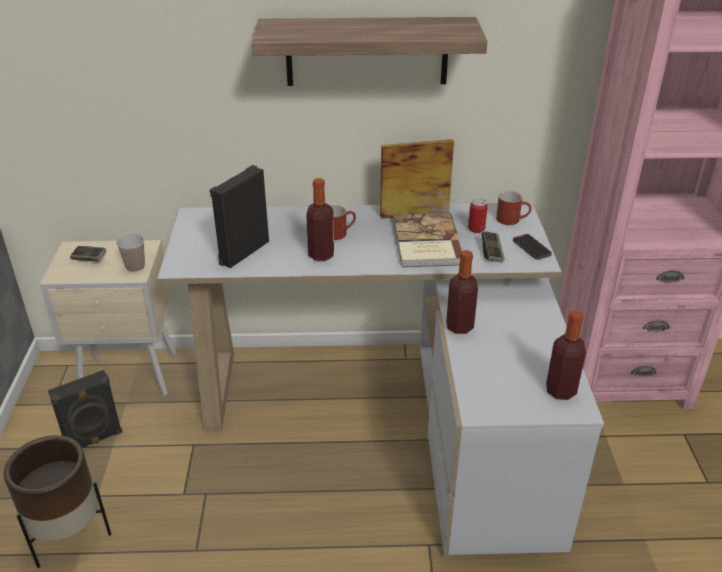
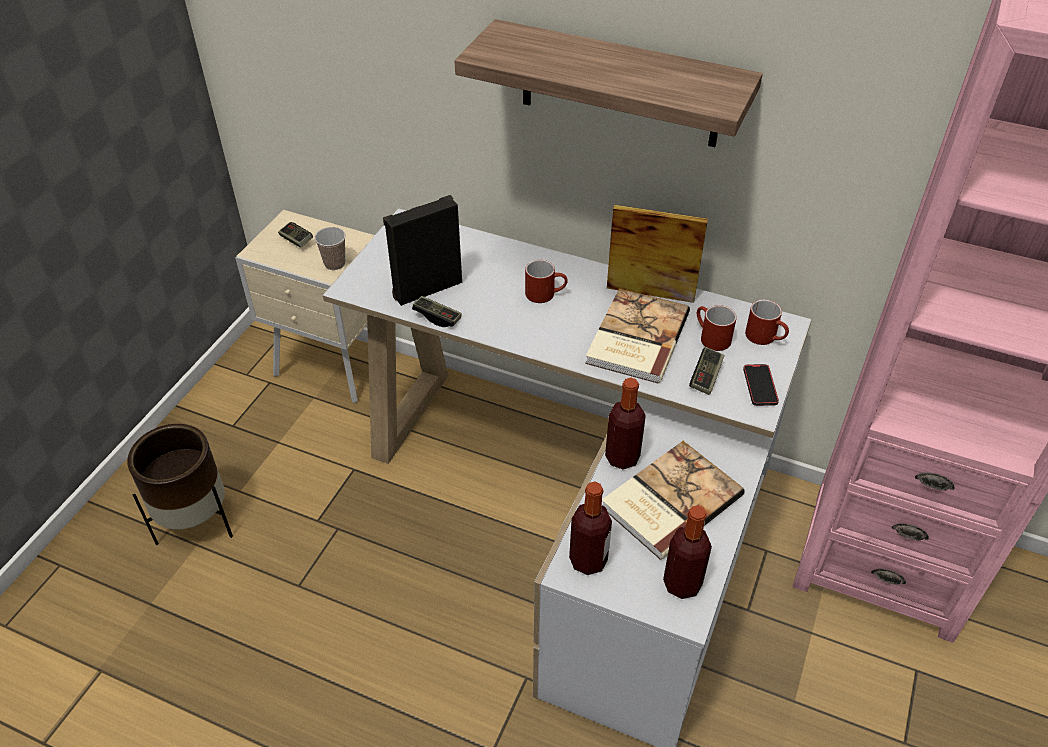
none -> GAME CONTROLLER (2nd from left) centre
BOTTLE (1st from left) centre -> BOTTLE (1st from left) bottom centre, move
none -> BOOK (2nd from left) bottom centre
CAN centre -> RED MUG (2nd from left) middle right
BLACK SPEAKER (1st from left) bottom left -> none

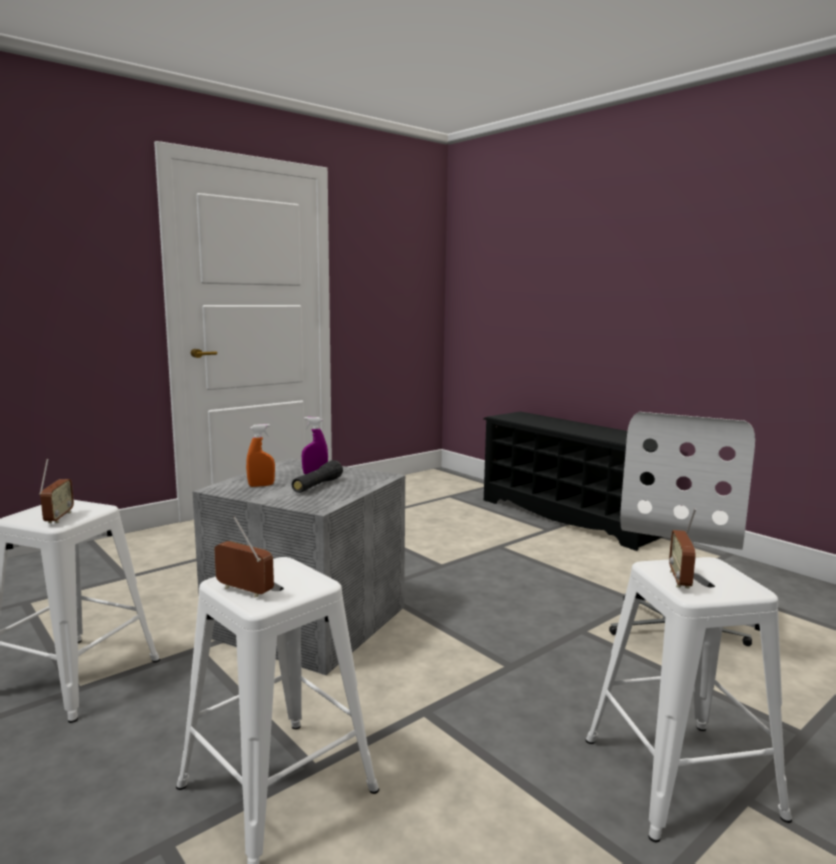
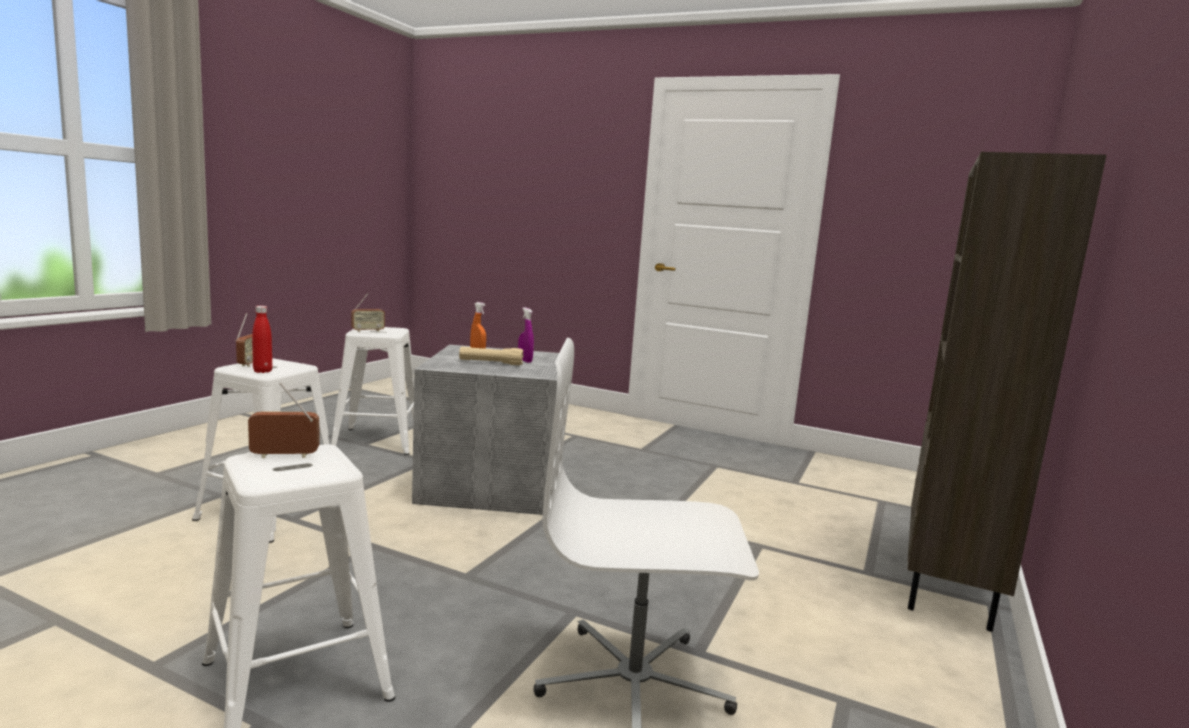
none -> RED BOTTLE middle left
BLACK FLASHLIGHT centre -> BEIGE FLASHLIGHT centre
BLACK SHOE RACK middle right -> BROWN BOOKCASE middle right

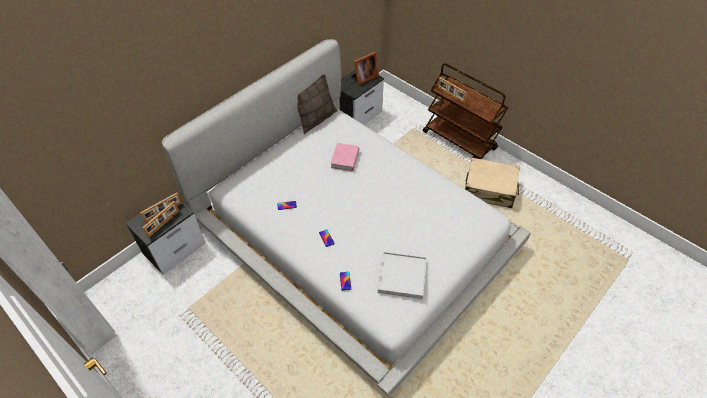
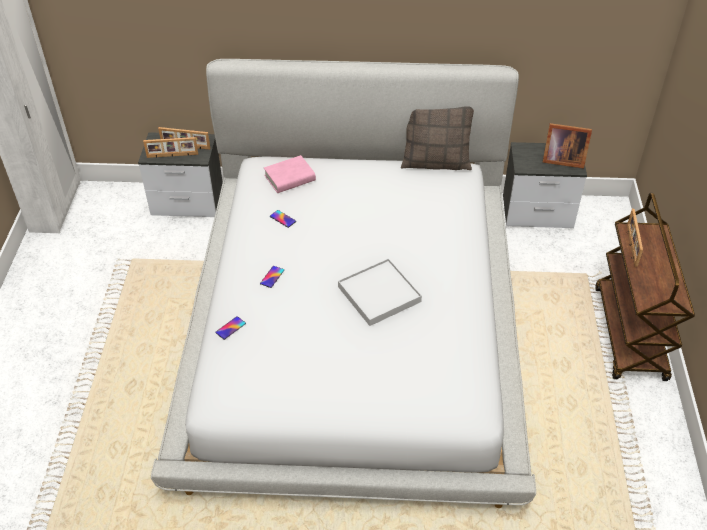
PINK BOOK centre -> PINK BOOK top centre, move
WHITE TRAY bottom centre -> WHITE TRAY centre, move
BEIGE SUITCASE middle right -> none

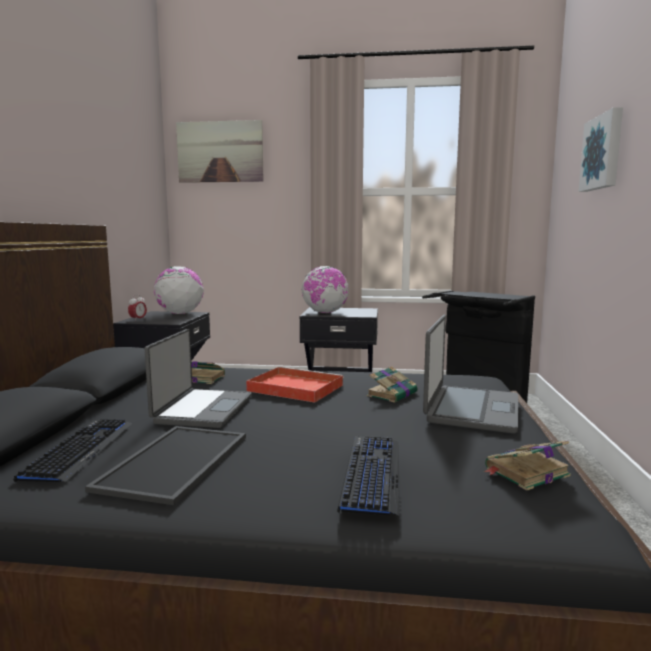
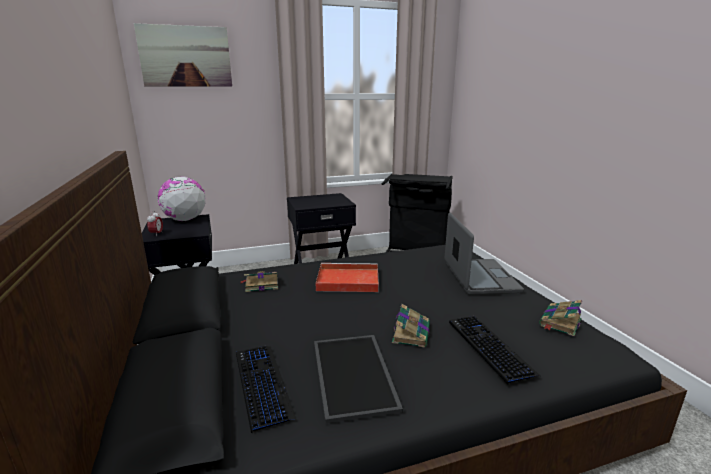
BOOK (2nd from left) centre -> BOOK (2nd from left) bottom centre, move
LAPTOP (1st from left) middle left -> none
GLOBE (2nd from left) centre -> none
PICTURE (2nd from left) top right -> none

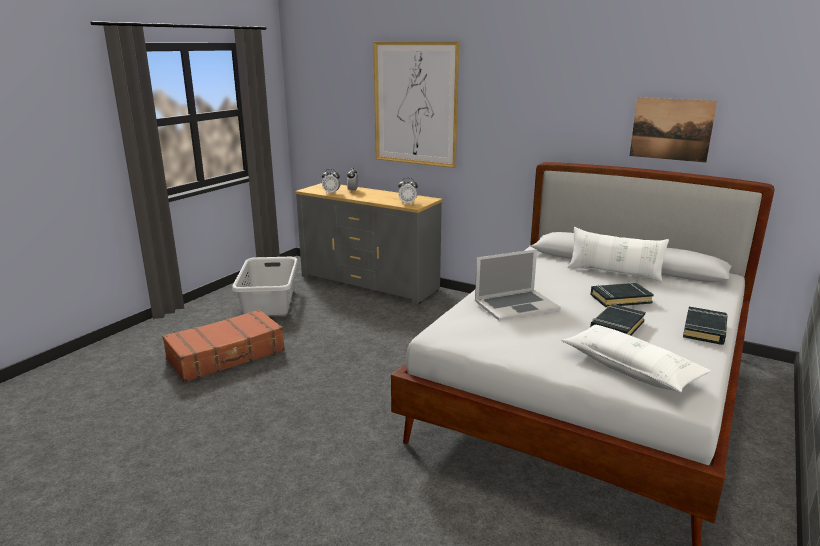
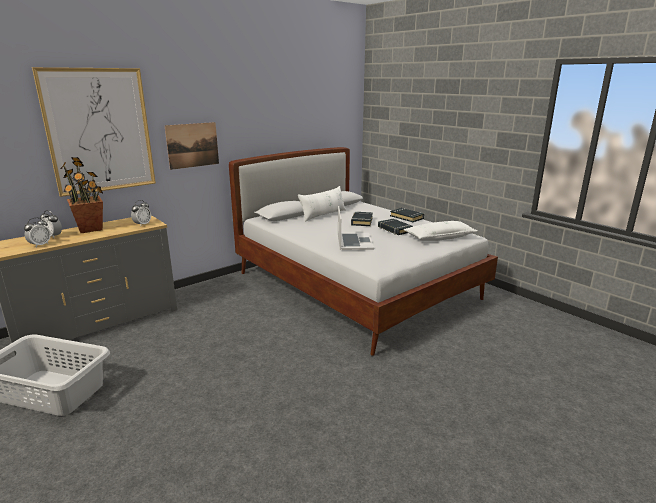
none -> POTTED PLANT middle left
PICTURE (2nd from left) top right -> PICTURE (2nd from left) top left, move
BROWN SUITCASE middle left -> none

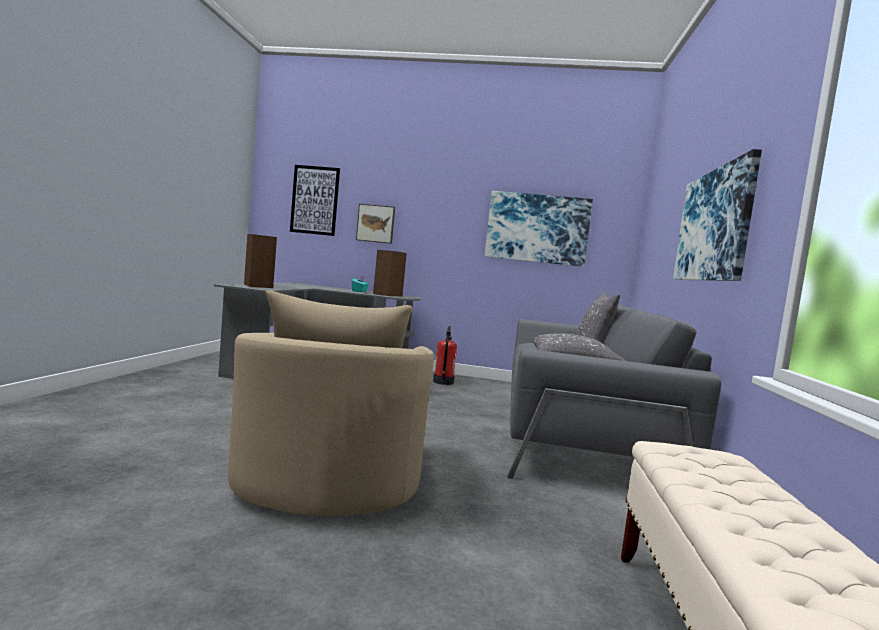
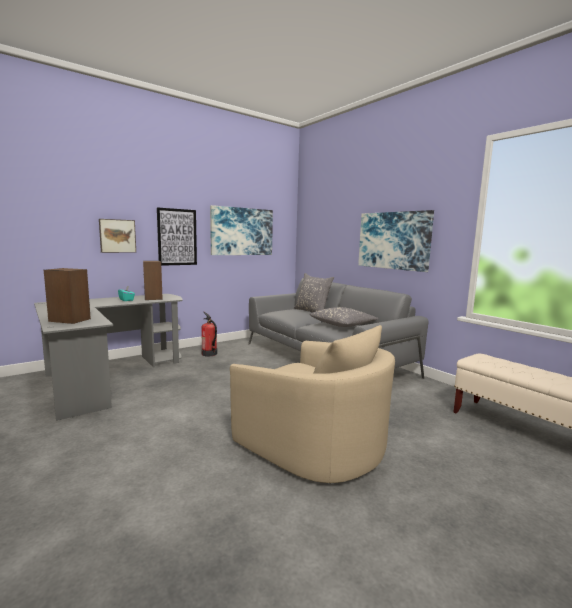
PICTURE (1st from left in the first image) top centre -> PICTURE (2nd from left) middle left, move

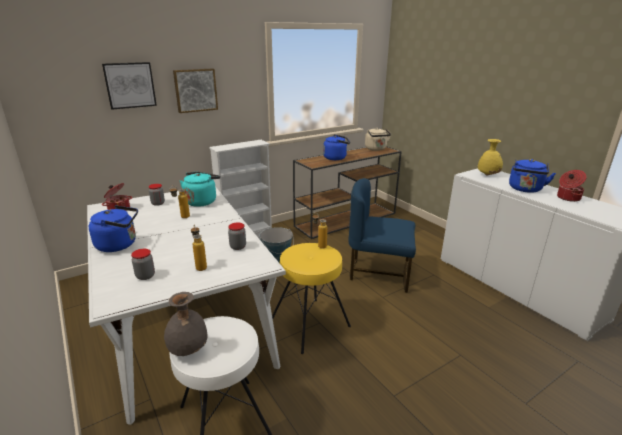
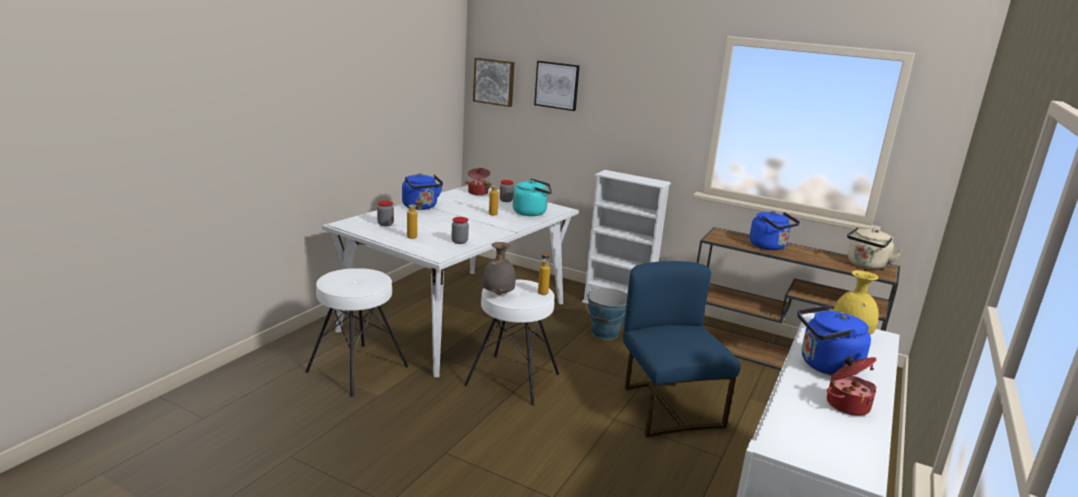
YELLOW STOOL bottom centre -> WHITE STOOL (2nd from left) bottom centre
PICTURE (2nd from left in the first image) top left -> PICTURE (1st from left) top centre, move
GREY VASE bottom left -> GREY VASE centre, move

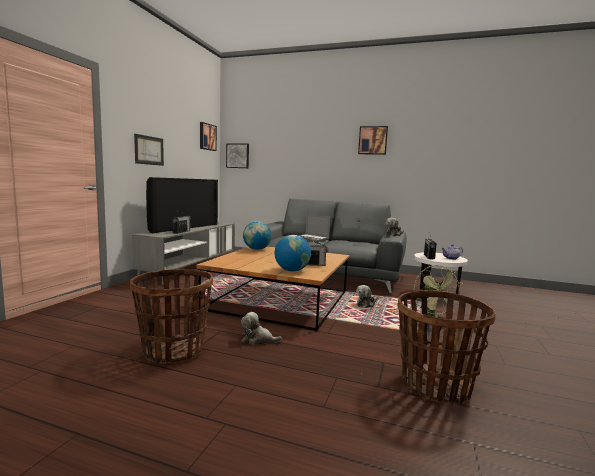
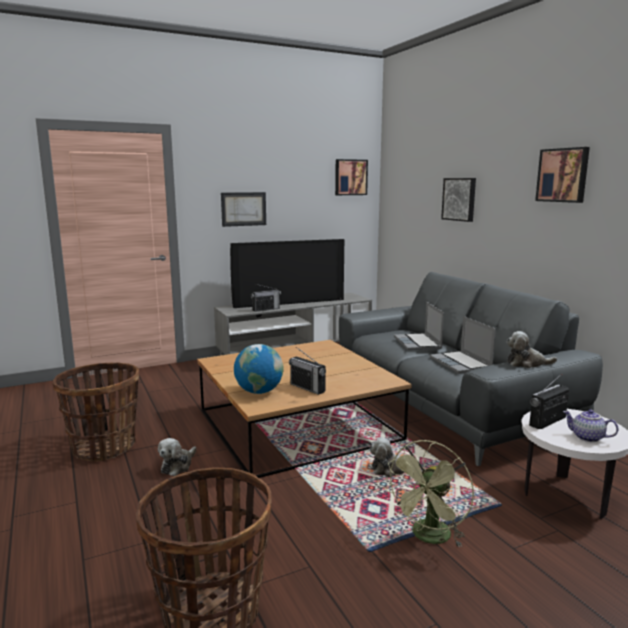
PLUSH TOY (1st from left) bottom centre -> PLUSH TOY (1st from left) bottom left, 120 degrees counterclockwise
none -> LAPTOP (2nd from left) middle right
PICTURE (3rd from left) top centre -> PICTURE (3rd from left) top right, move
GLOBE (1st from left) centre -> none

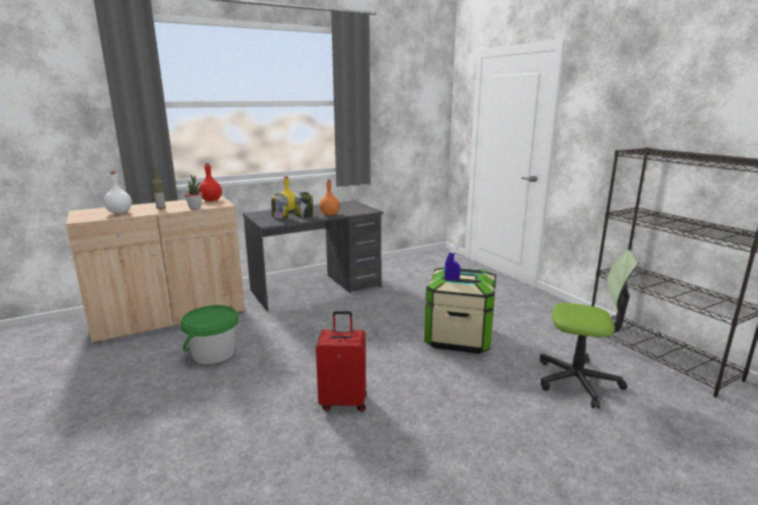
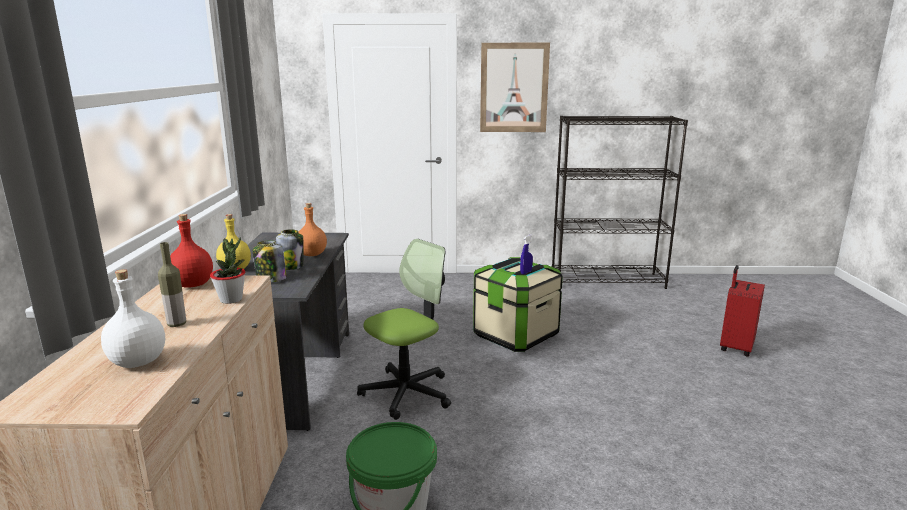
OFFICE CHAIR middle right -> OFFICE CHAIR centre, move
none -> PICTURE top centre
RED SUITCASE bottom centre -> RED SUITCASE middle right, move

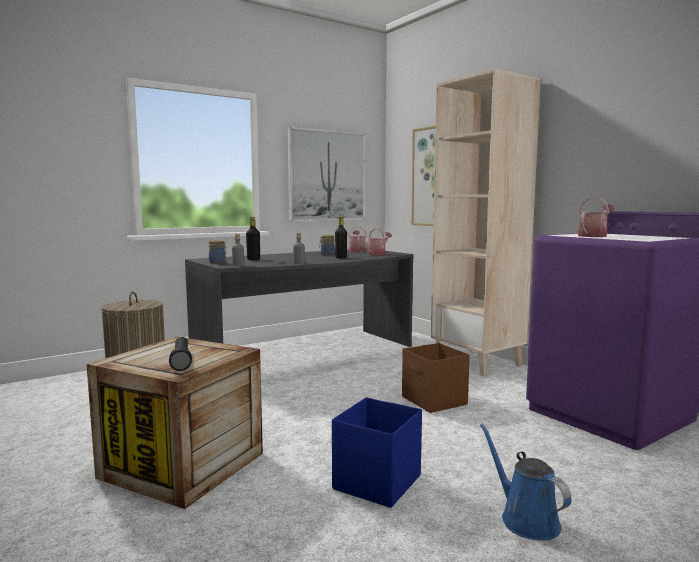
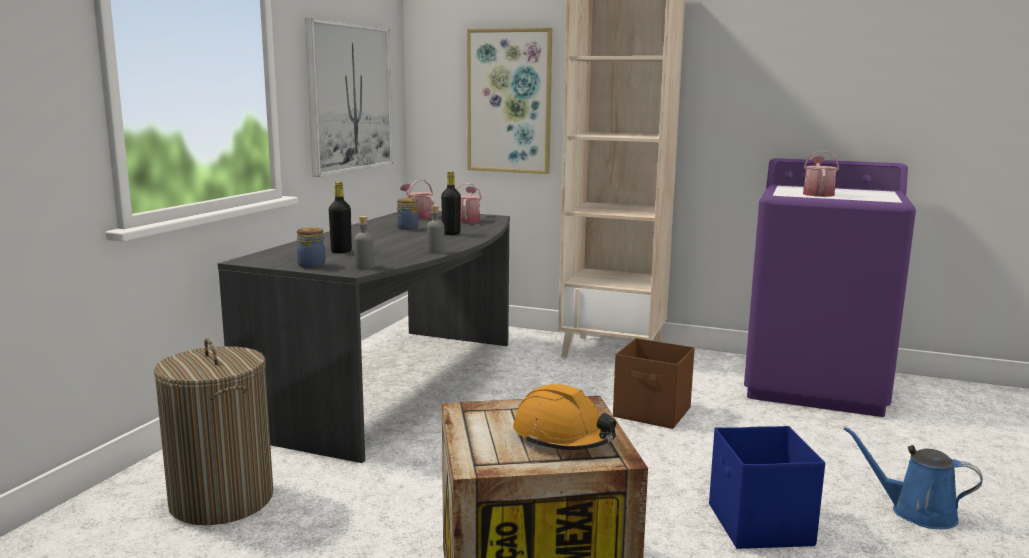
BLACK FLASHLIGHT middle left -> ORANGE HARD HAT bottom centre

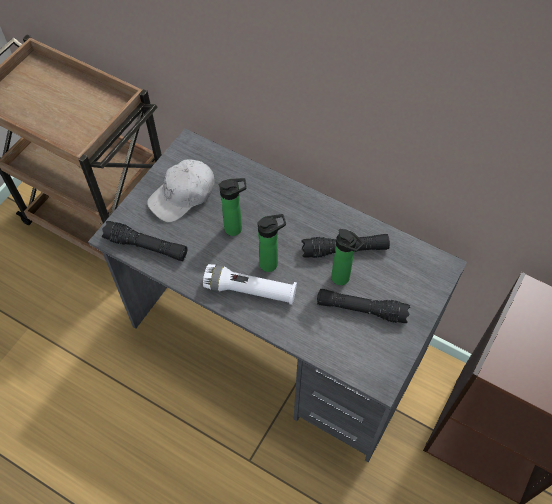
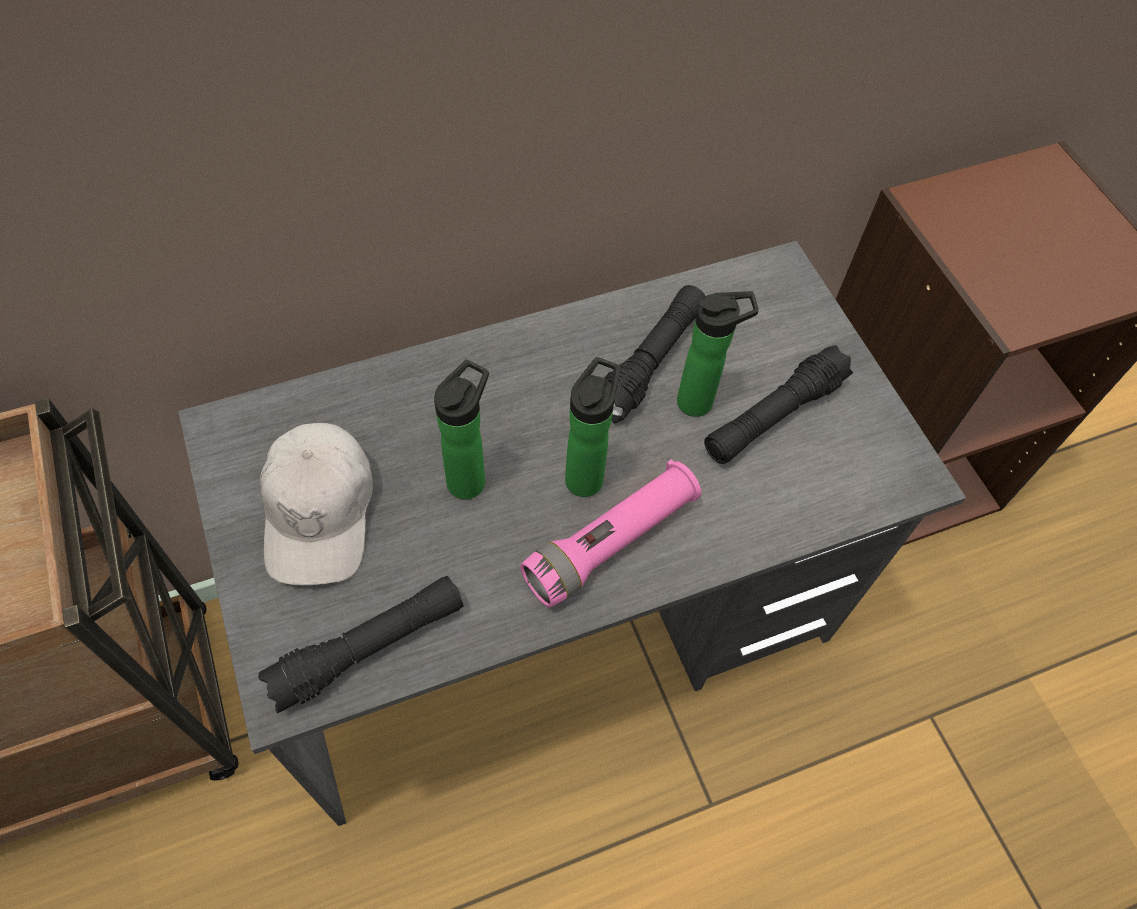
WHITE FLASHLIGHT centre -> PINK FLASHLIGHT centre

